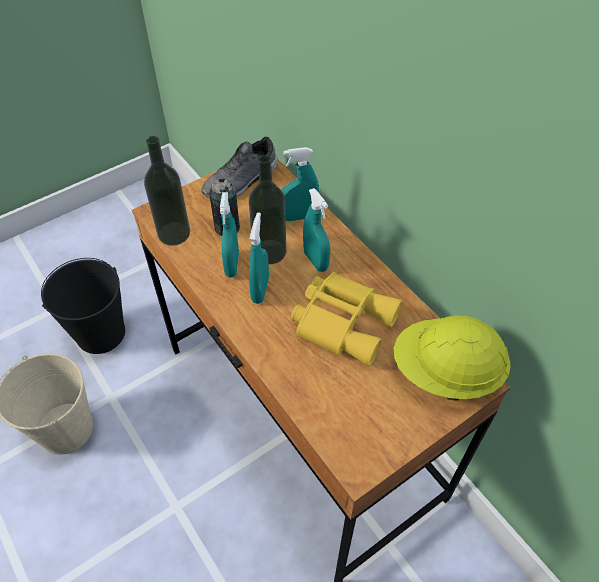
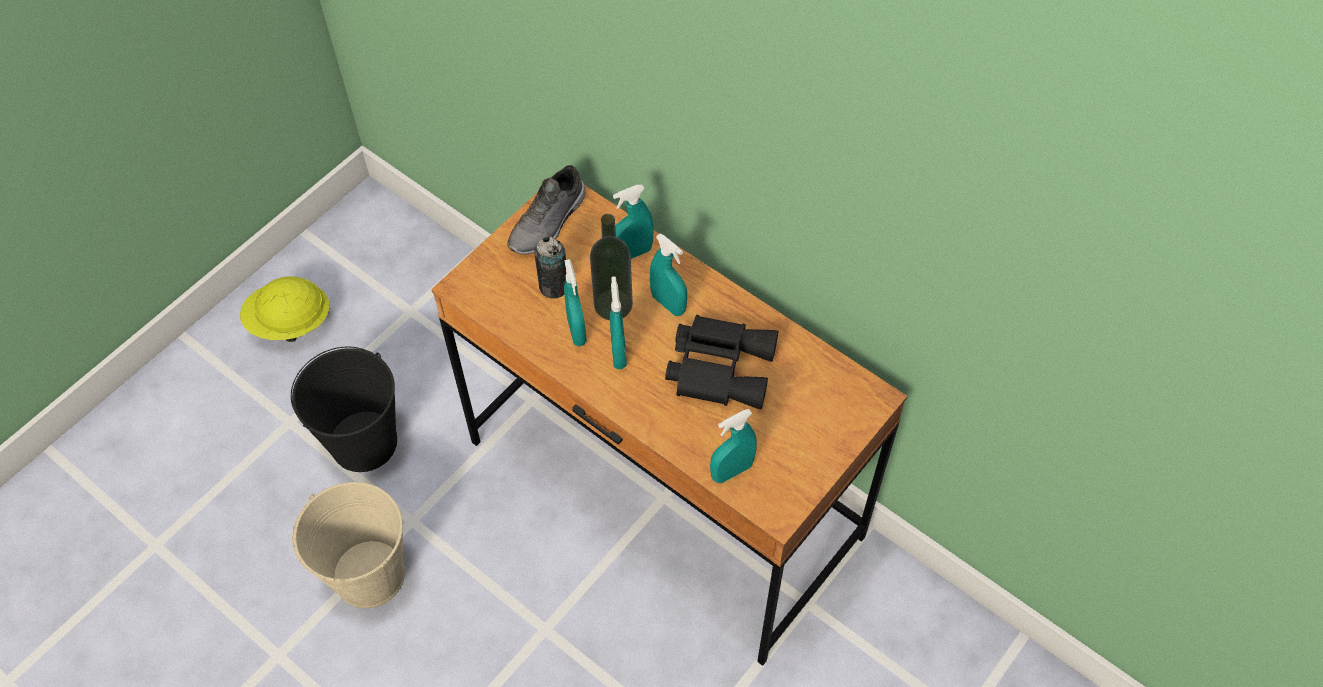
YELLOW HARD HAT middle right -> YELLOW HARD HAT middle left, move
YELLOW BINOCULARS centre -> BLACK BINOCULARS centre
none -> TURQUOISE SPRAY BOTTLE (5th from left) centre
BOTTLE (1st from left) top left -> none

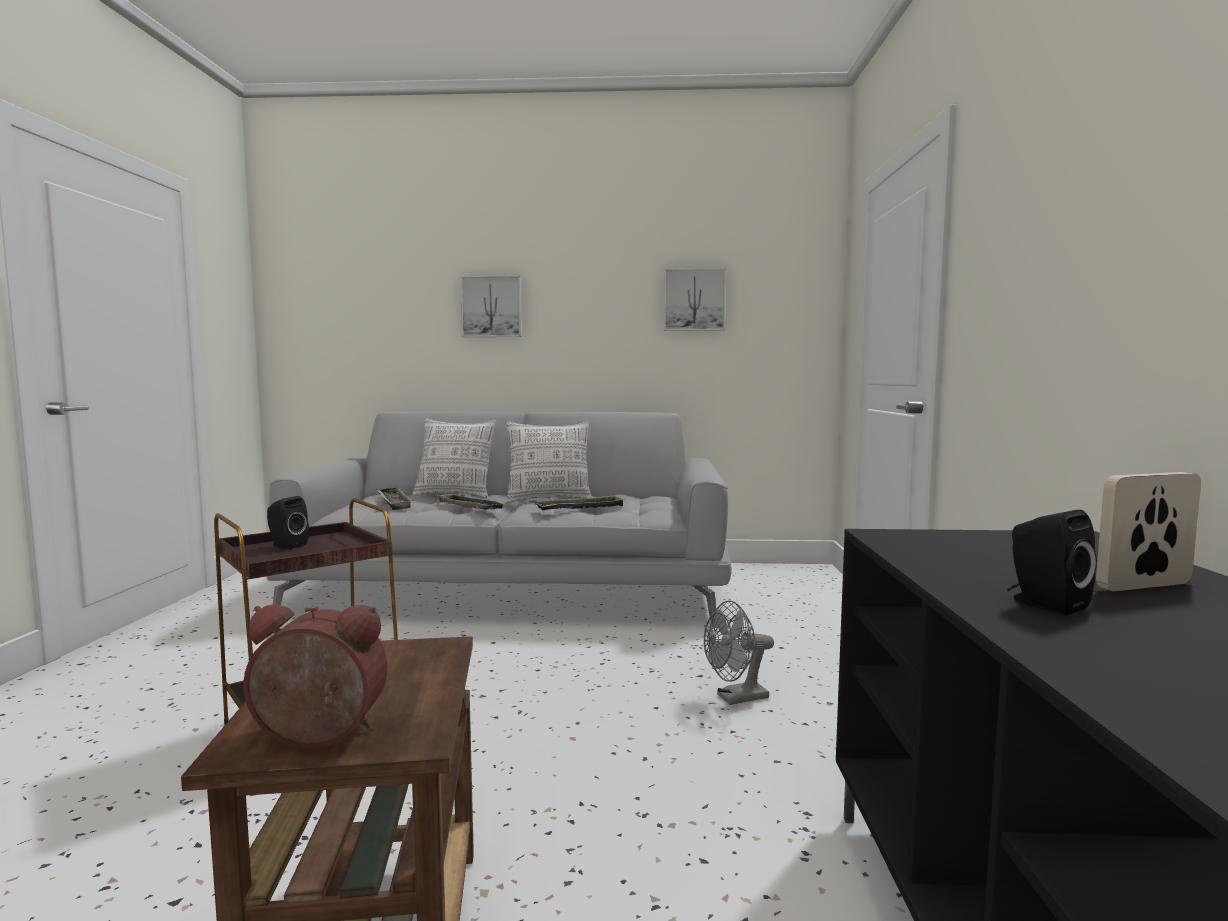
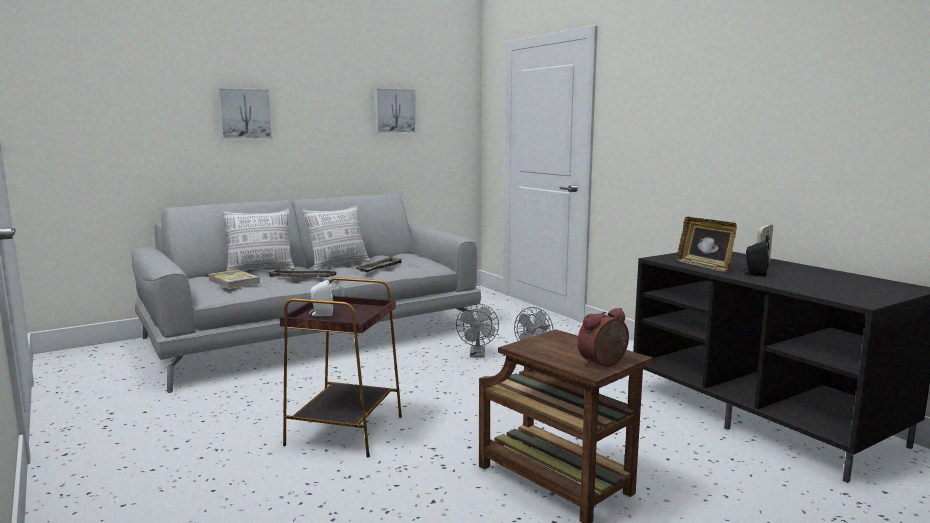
TRAY (1st from left) middle left -> BOOK middle left
BLACK SPEAKER (1st from left) middle left -> WHITE SPEAKER centre
none -> GREY FAN (1st from left) centre
none -> PICTURE FRAME (1st from left) middle right

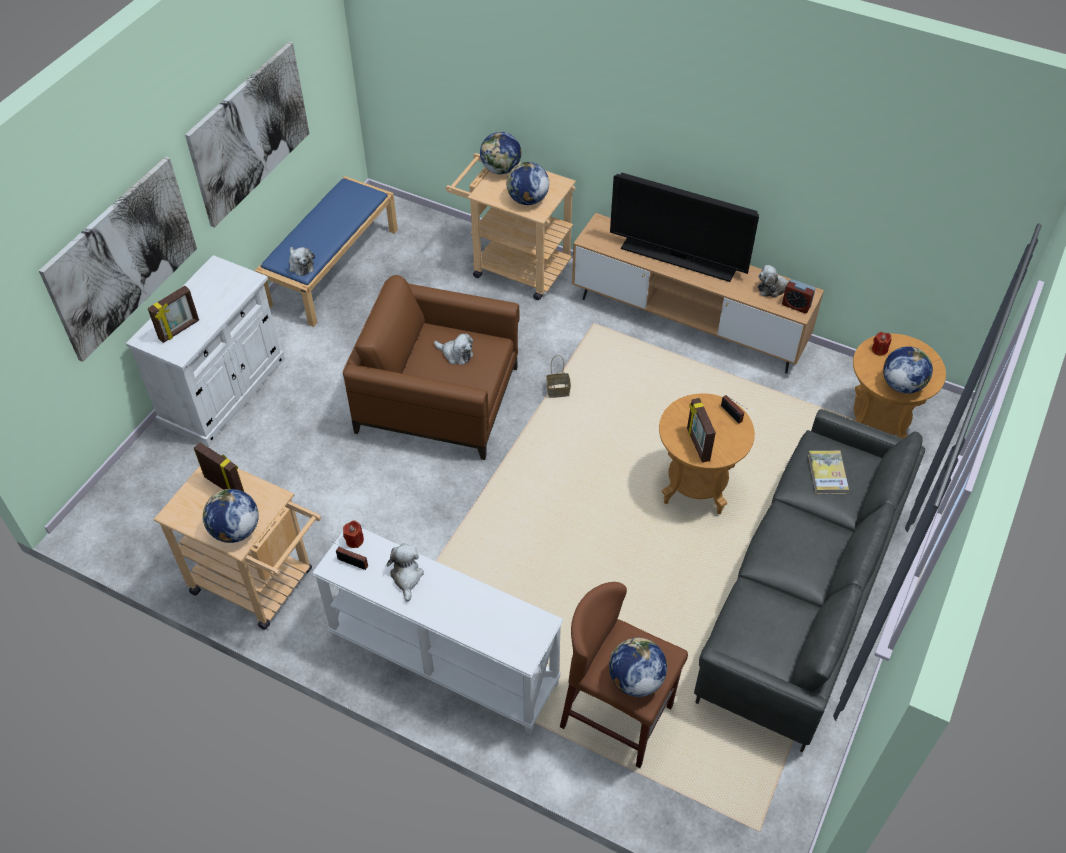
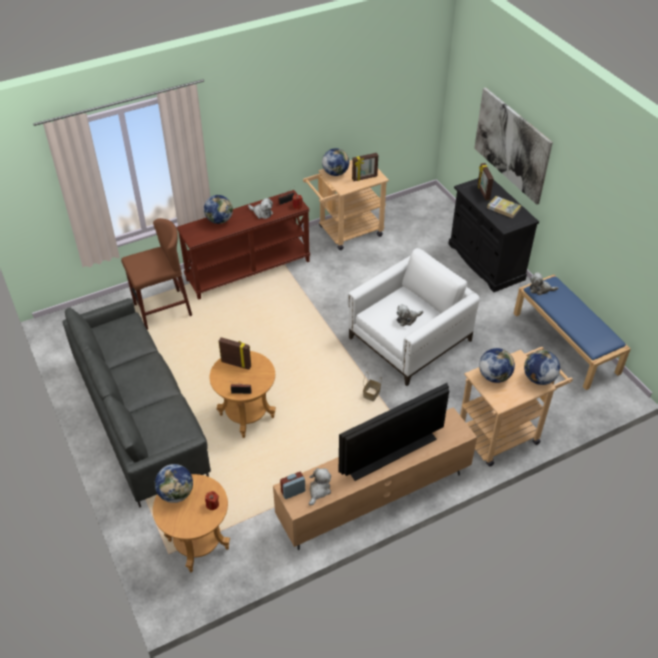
WHITE CONSOLE TABLE bottom centre -> BROWN CONSOLE TABLE centre
GLOBE (4th from left in the first image) bottom centre -> GLOBE (2nd from left) top left, move
BROWN ARMCHAIR centre -> WHITE ARMCHAIR centre
WHITE CABINET middle left -> BLACK CABINET middle right
BOOK middle right -> BOOK top right, move
PICTURE (2nd from left) top left -> none

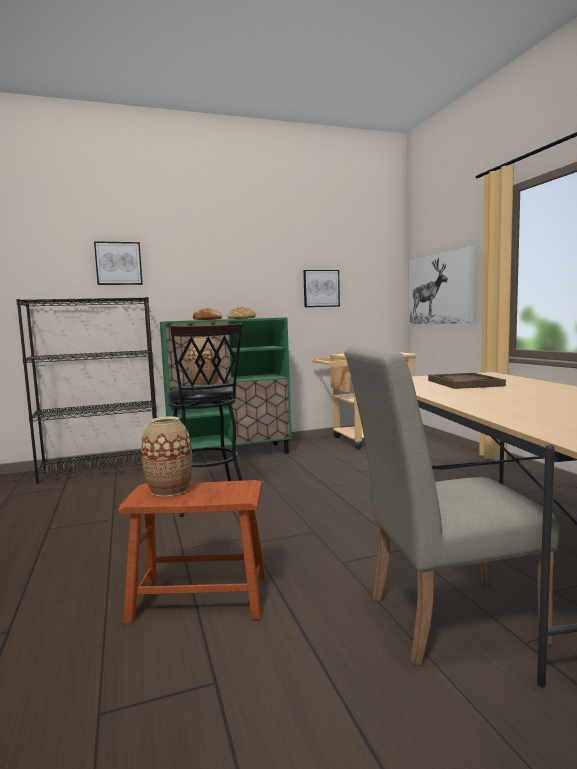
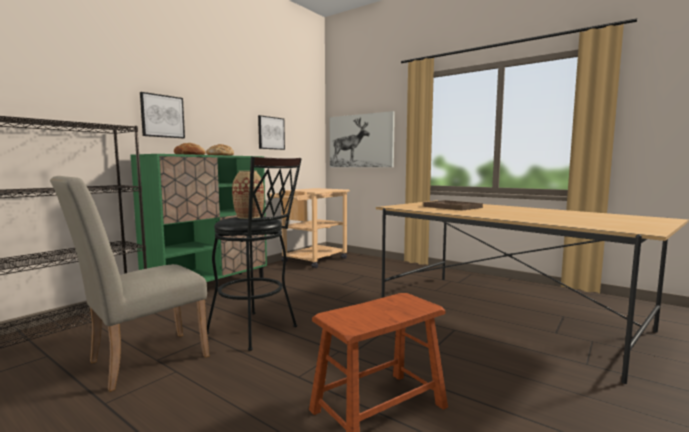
BEIGE CHAIR middle right -> BEIGE CHAIR middle left, move
PICTURE (1st from left) middle left -> PICTURE (1st from left) top left, move
VASE (1st from left) middle left -> none

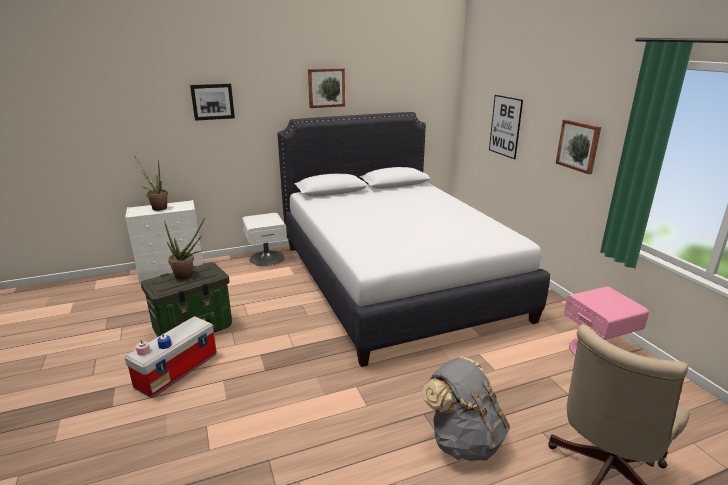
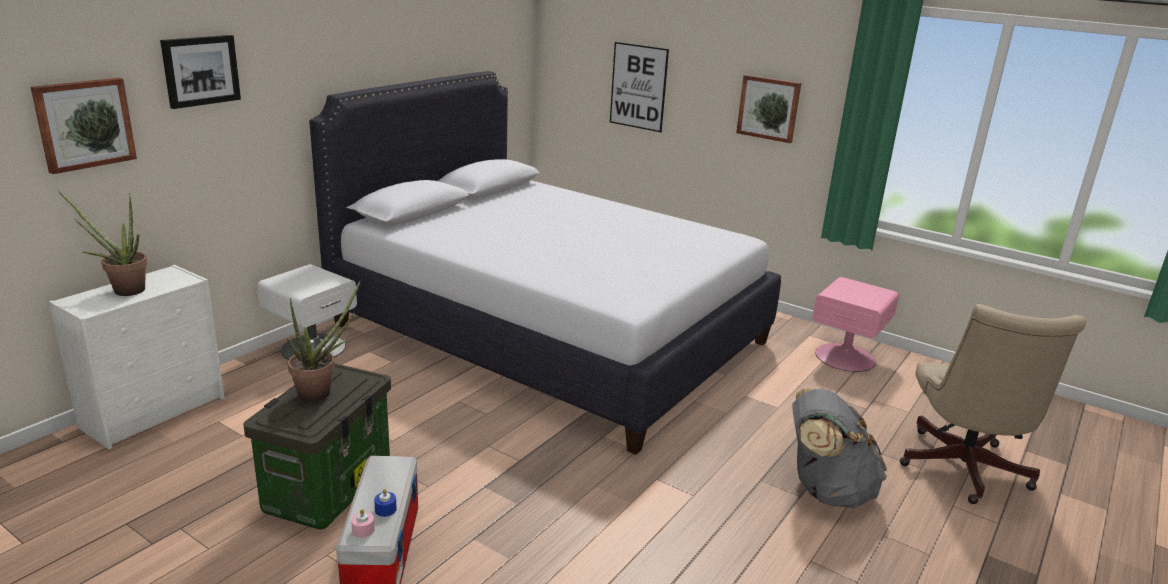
PICTURE (2nd from left in the first image) top centre -> PICTURE (1st from left) top left, move

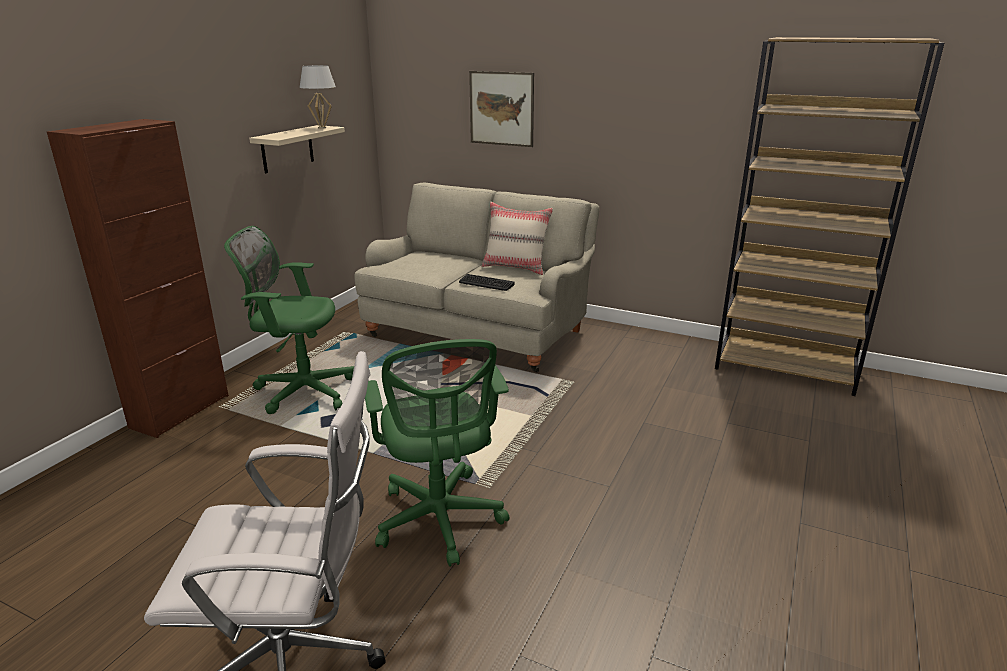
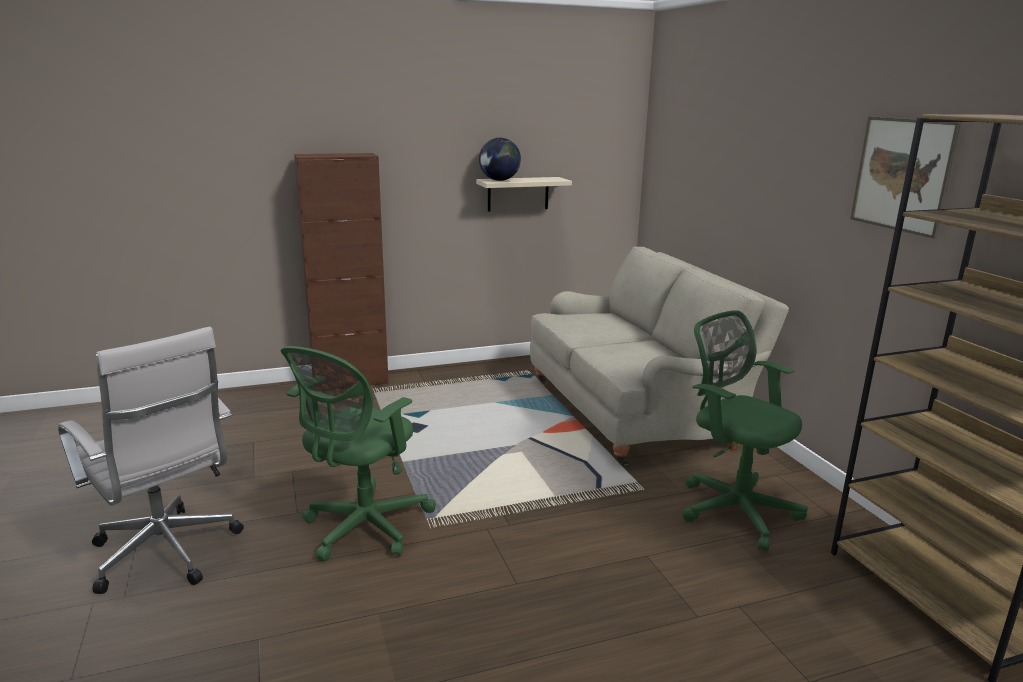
none -> GLOBE top centre
GREEN OFFICE CHAIR (1st from left in the first image) middle left -> GREEN OFFICE CHAIR (2nd from left) middle right, move
PICTURE top centre -> PICTURE top right, move
WHITE TABLE LAMP top left -> none
KEYBOARD centre -> none
BEIGE PILLOW centre -> none

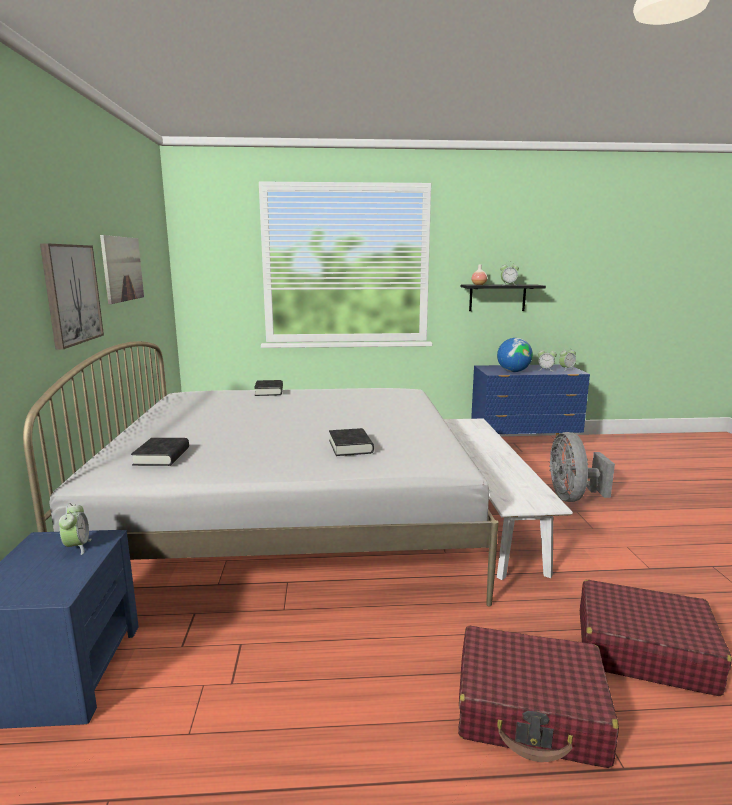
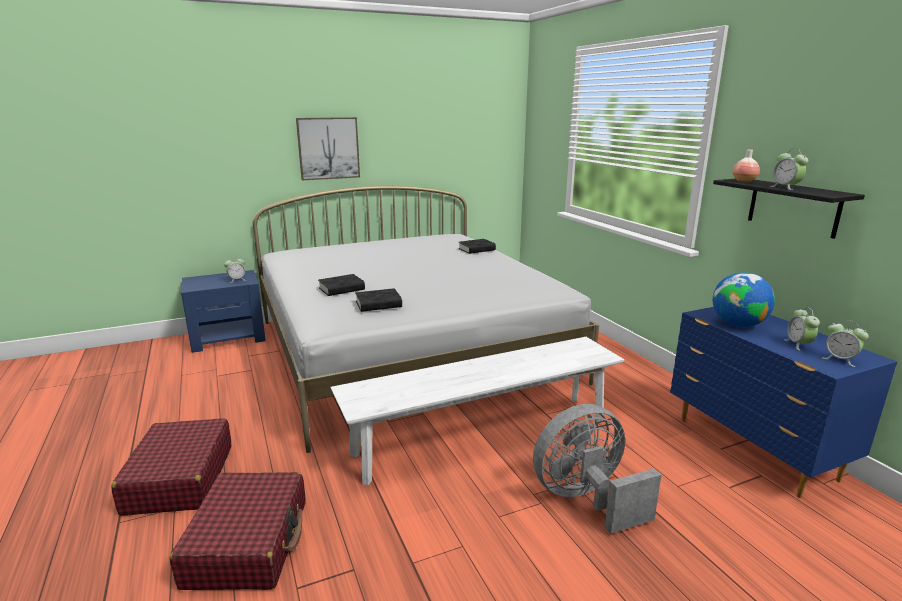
BLACK BOOK (1st from left in the first image) middle left -> BLACK BOOK (2nd from left) centre, move
PICTURE (2nd from left) middle left -> none

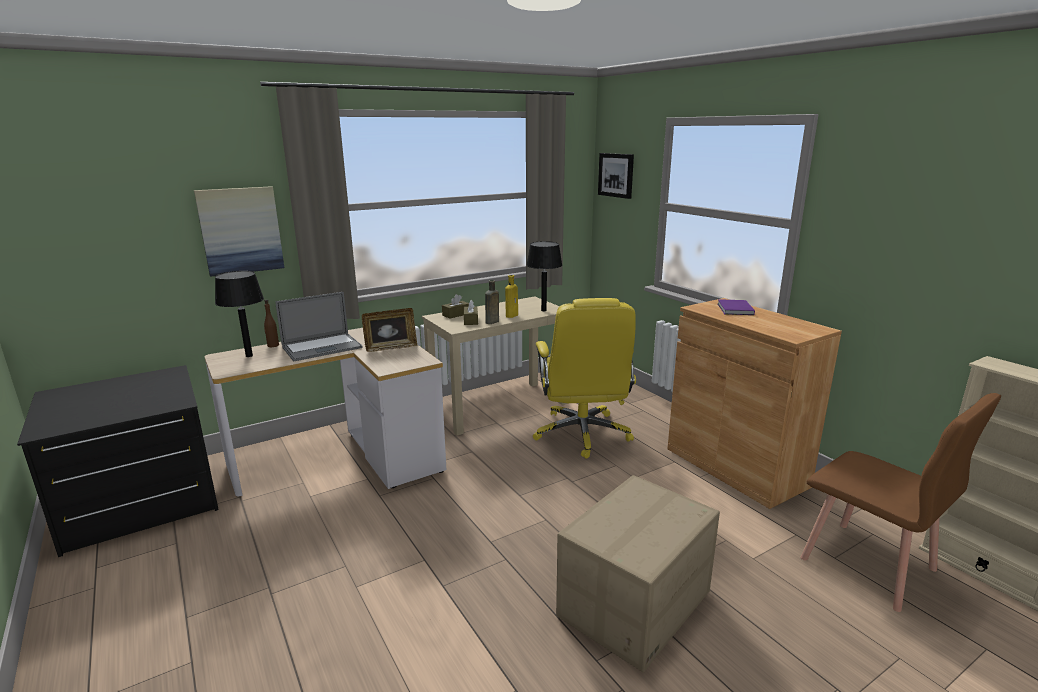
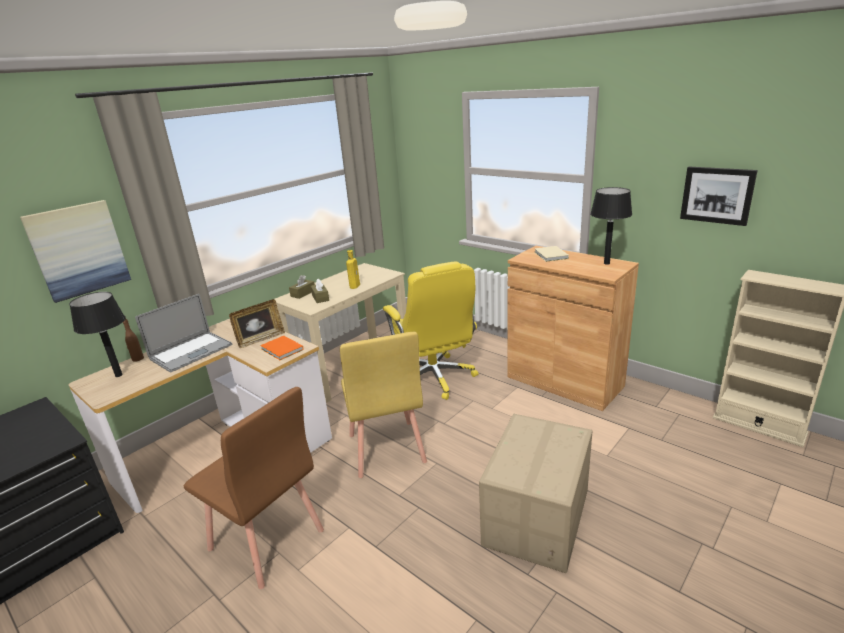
BROWN CHAIR bottom right -> BROWN CHAIR bottom left, move
none -> ORANGE BOOK centre
none -> YELLOW CHAIR centre
PURPLE BOOK middle right -> BEIGE BOOK centre
BLACK TABLE LAMP (2nd from left) centre -> BLACK TABLE LAMP (2nd from left) middle right, move
PICTURE (2nd from left) top centre -> PICTURE (2nd from left) top right, move
BROWN BOTTLE (2nd from left) centre -> none

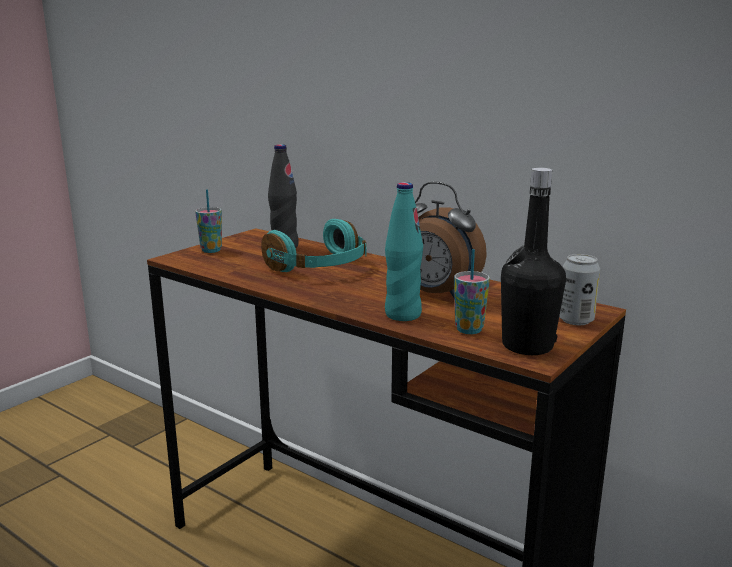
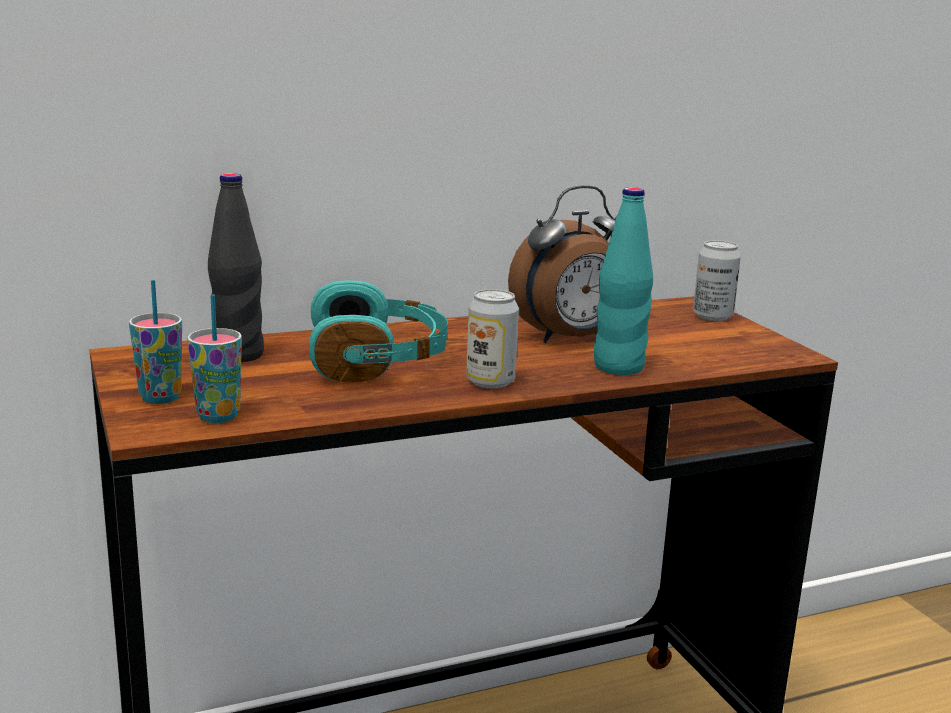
CUP (2nd from left) centre -> CUP (2nd from left) middle left, move
none -> CAN (1st from left) centre
BLACK BOTTLE (2nd from left) middle right -> none

